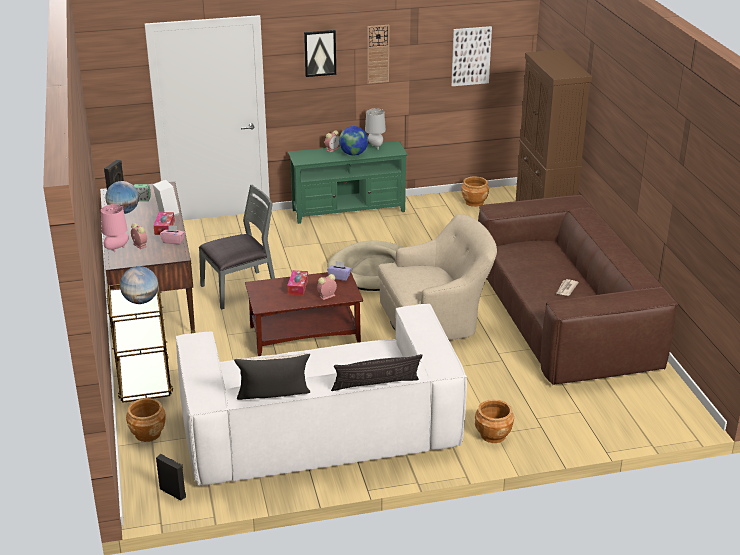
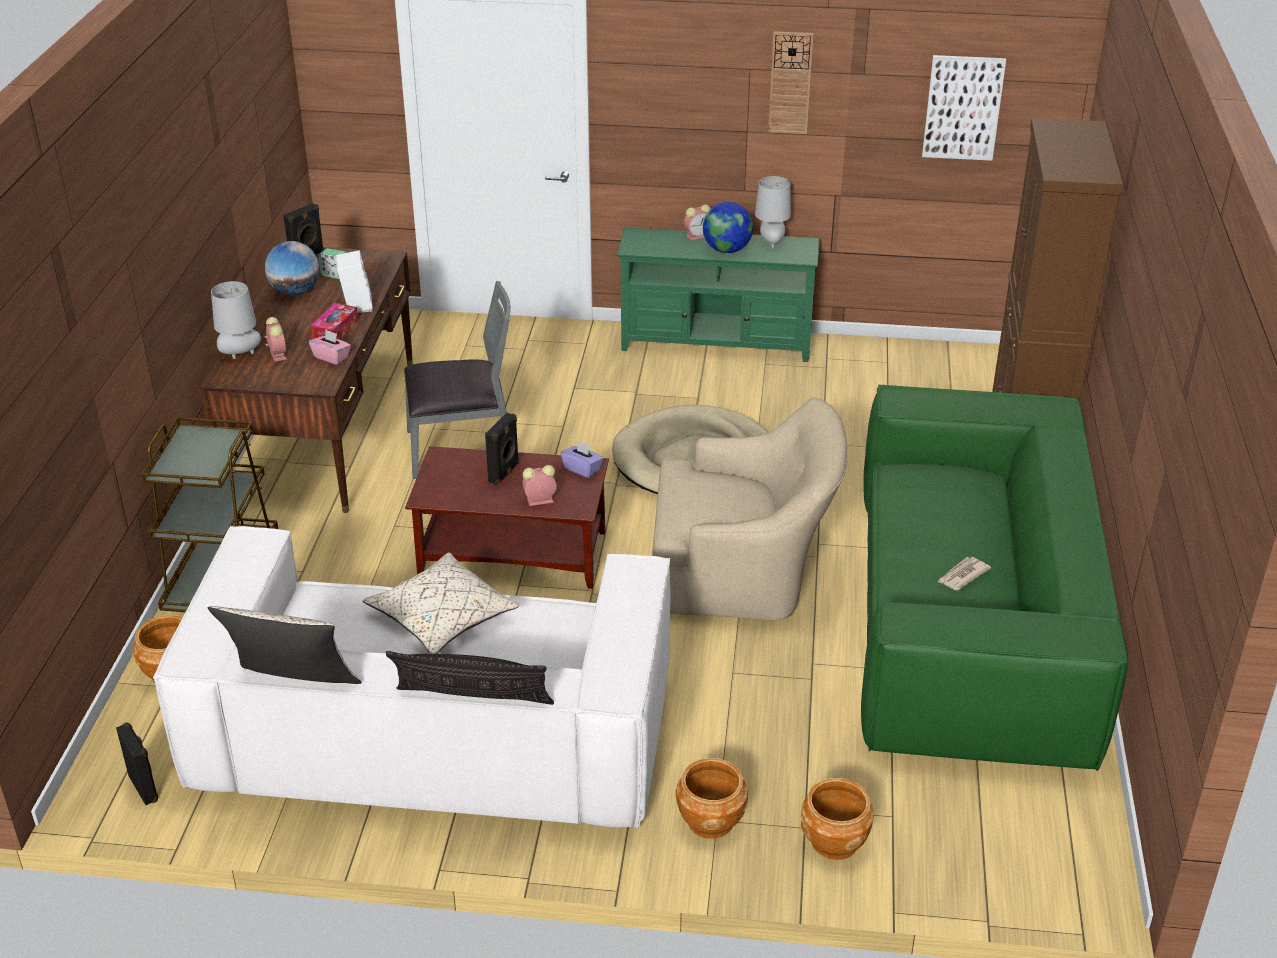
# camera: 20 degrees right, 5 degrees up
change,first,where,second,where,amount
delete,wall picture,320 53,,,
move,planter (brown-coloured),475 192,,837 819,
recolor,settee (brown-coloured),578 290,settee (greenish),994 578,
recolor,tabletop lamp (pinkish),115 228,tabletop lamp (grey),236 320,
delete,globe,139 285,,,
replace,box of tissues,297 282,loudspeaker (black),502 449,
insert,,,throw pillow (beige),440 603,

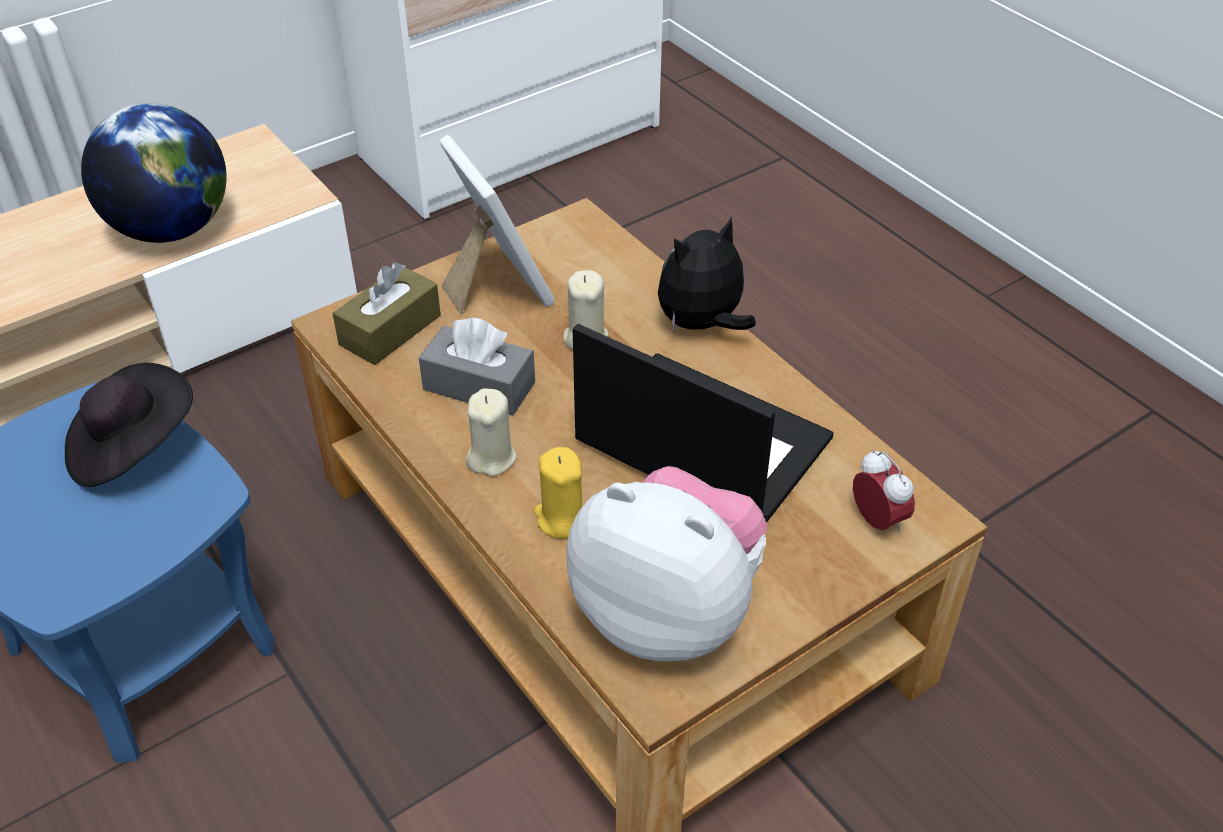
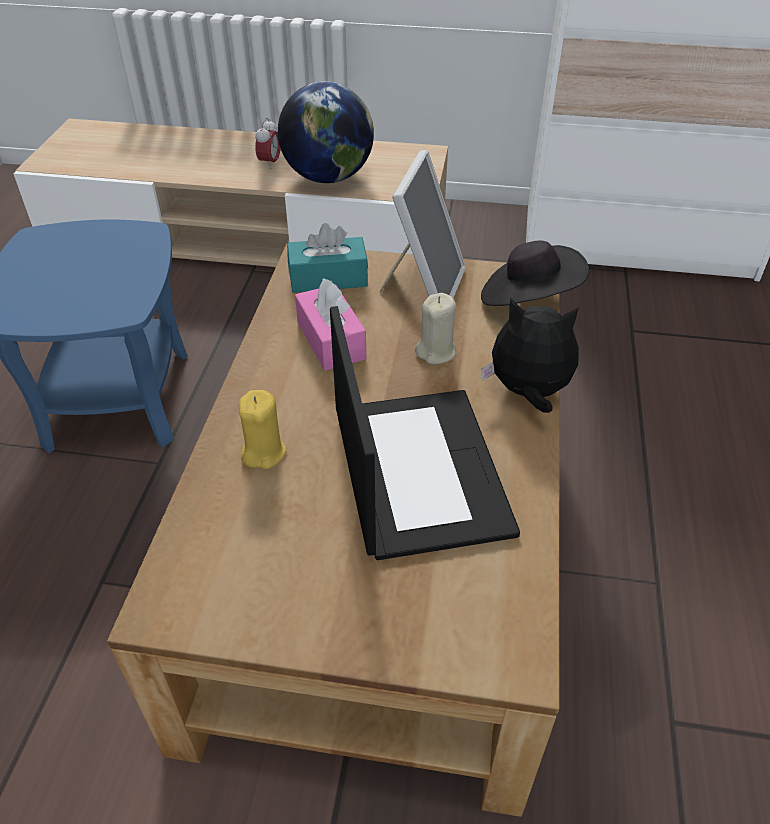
# camera: 45 degrees right, 0 degrees up
change,first,where,second,where,amount
recolor,box of tissues (brown-coloured),387 313,box of tissues (turquoise-coloured),327 258,
recolor,box of tissues (grey),477 367,box of tissues (pinkish),330 324,
move,clothing hat (black),129 425,,535 273,
delete,candle (beige),491 432,,,
move,table clock,884 491,,268 143,
delete,soft toy,667 563,,,

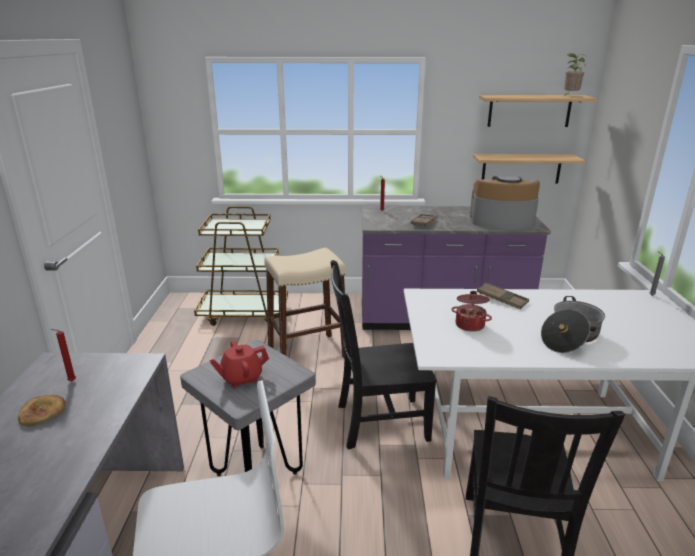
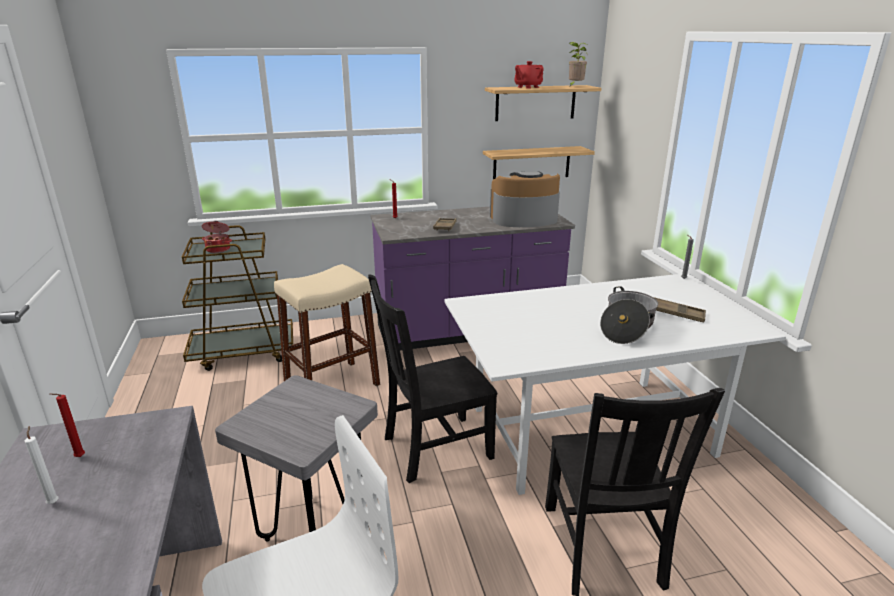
# camera: 15 degrees left, 0 degrees up
change,first,where,second,where,amount
move,tray (brown-coloured),503 296,,679 310,
move,stockpot,471 311,,217 237,
move,teapot (red-coloured),239 364,,529 75,
replace,bread,41 411,candle (white-coloured),42 465,

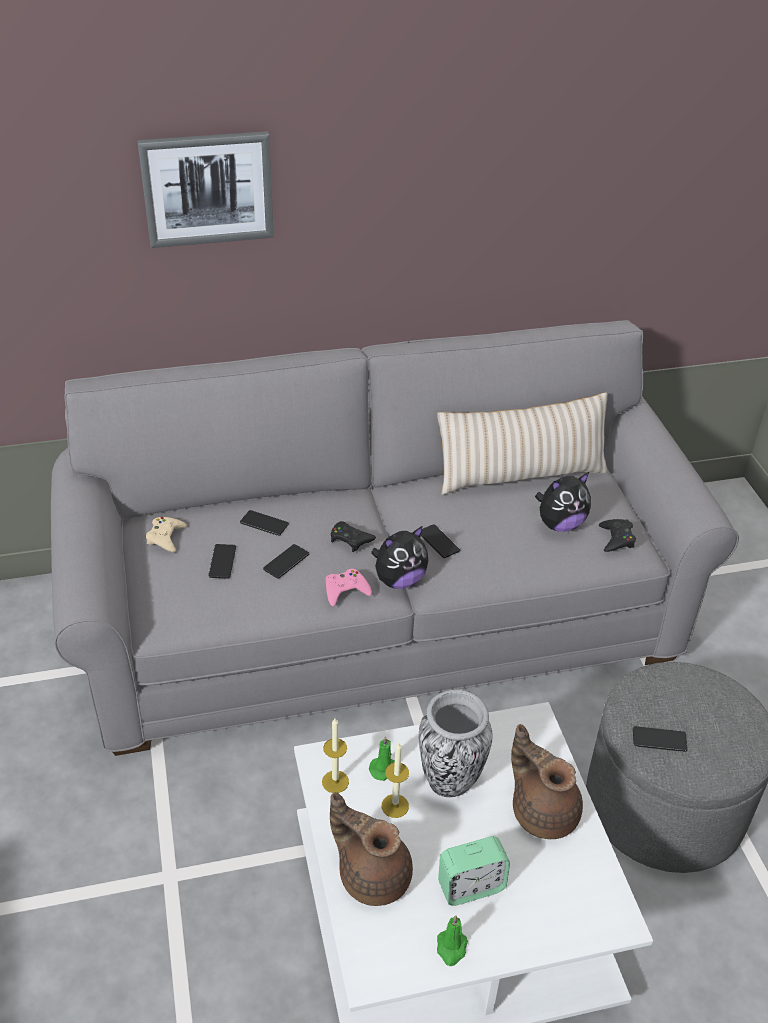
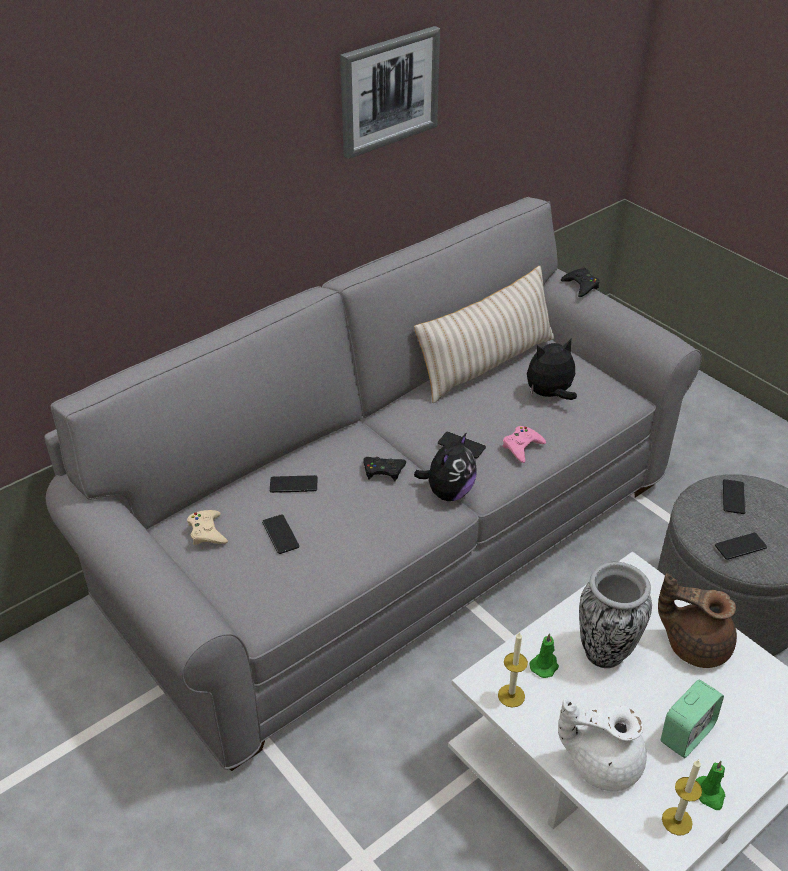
# camera: 25 degrees left, 0 degrees up
change,first,where,second,where,amount
move,wall picture,205 189,,390 92,
rotate,soft toy,563 502,,552 369,150 degrees counterclockwise
move,joypad (black),617 535,,580 282,
move,handset,286 561,,734 496,
move,joypad (pinkish),349 588,,524 444,
move,candle,395 780,,682 797,
recolor,teapot (brown-coloured),371 849,teapot (white-coloured),602 744,

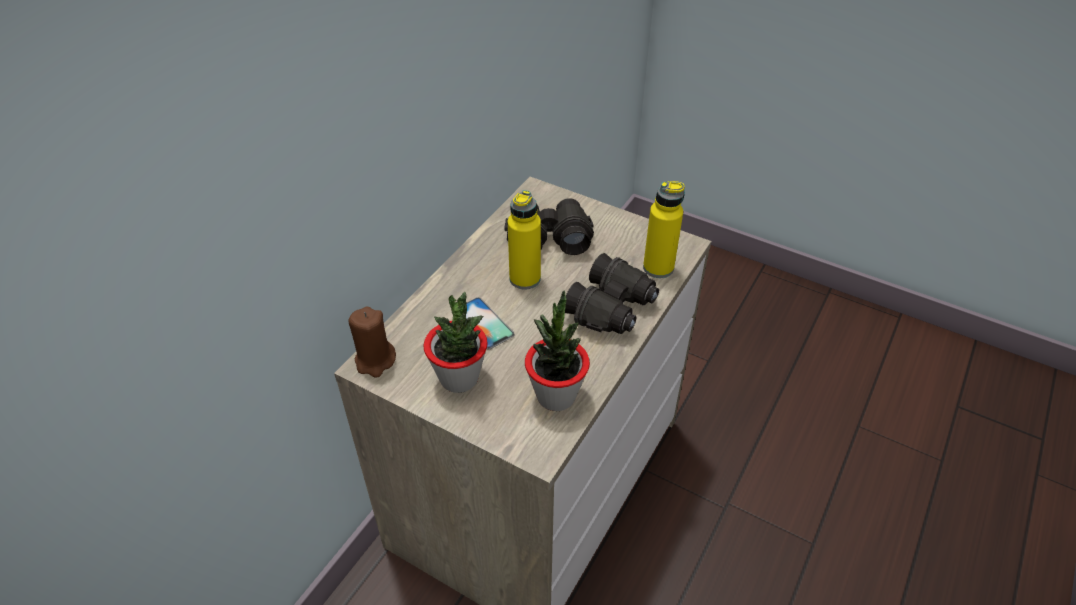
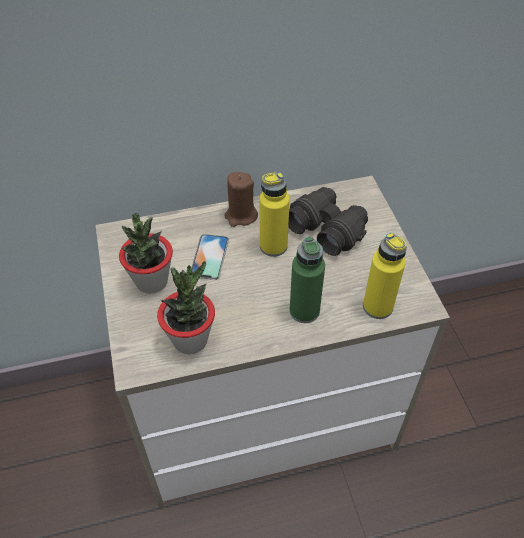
# camera: 45 degrees right, 5 degrees up
change,first,where,second,where,amount
replace,binoculars (black),612 293,drink bottle (greenish),307 280,
move,candle (brown-coloured),372 342,,241 199,

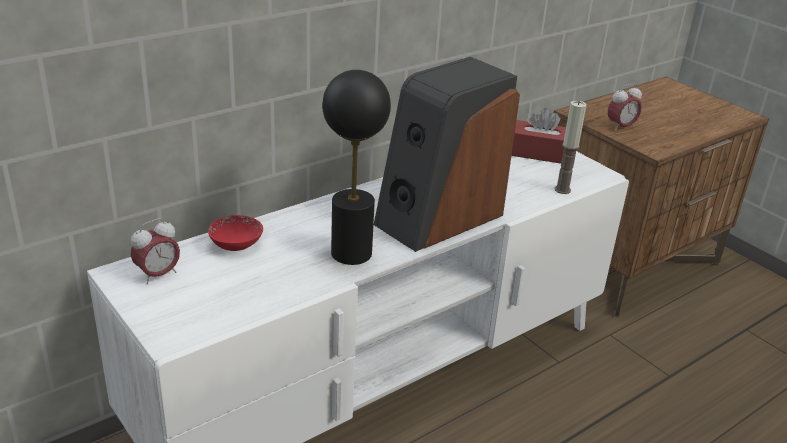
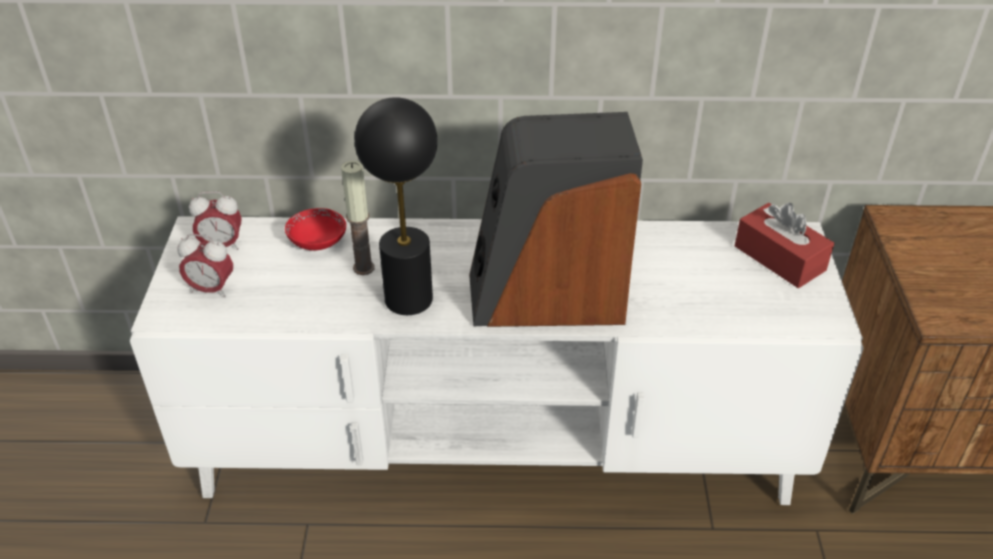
# camera: 40 degrees right, 10 degrees up
change,first,where,second,where,amount
move,table clock,625 107,,205 265,
move,candle,570 147,,358 218,

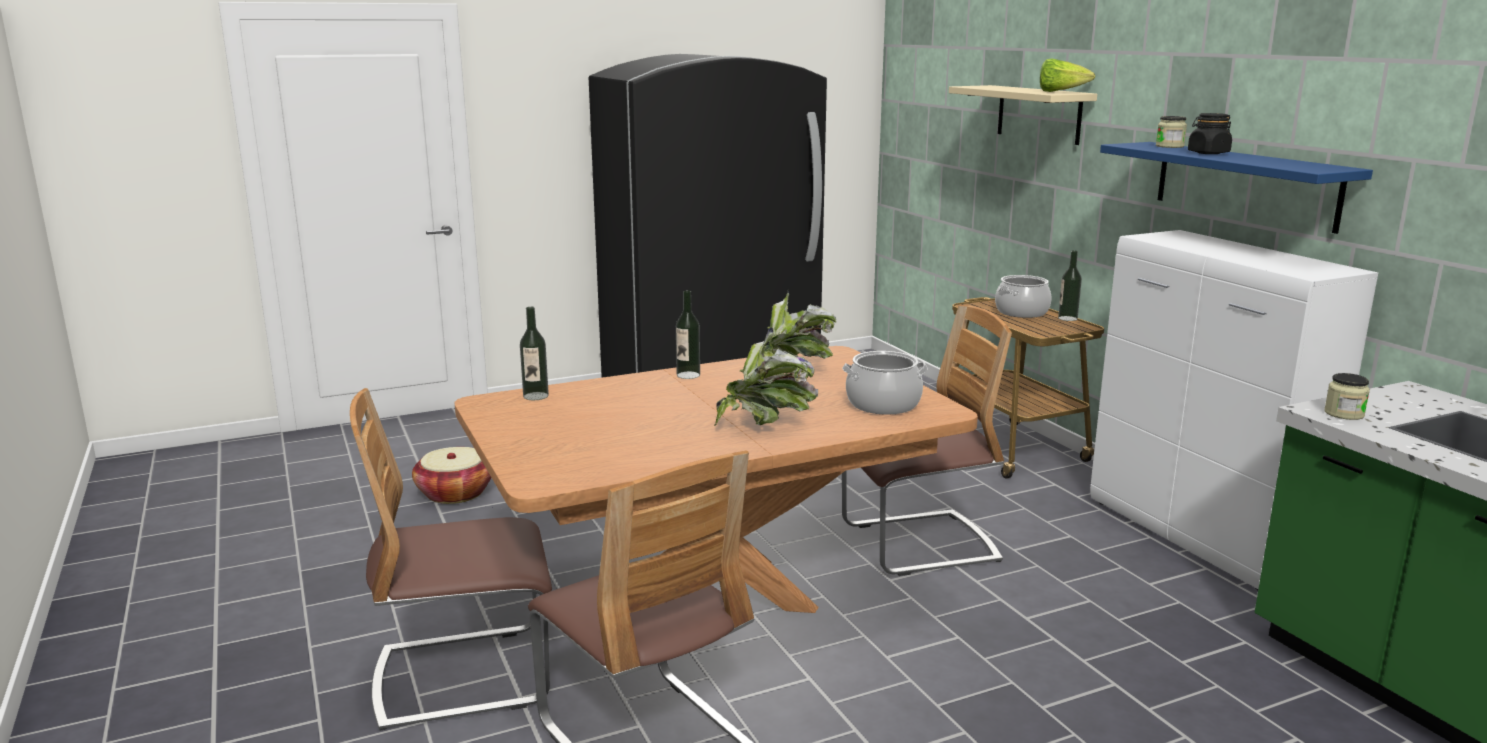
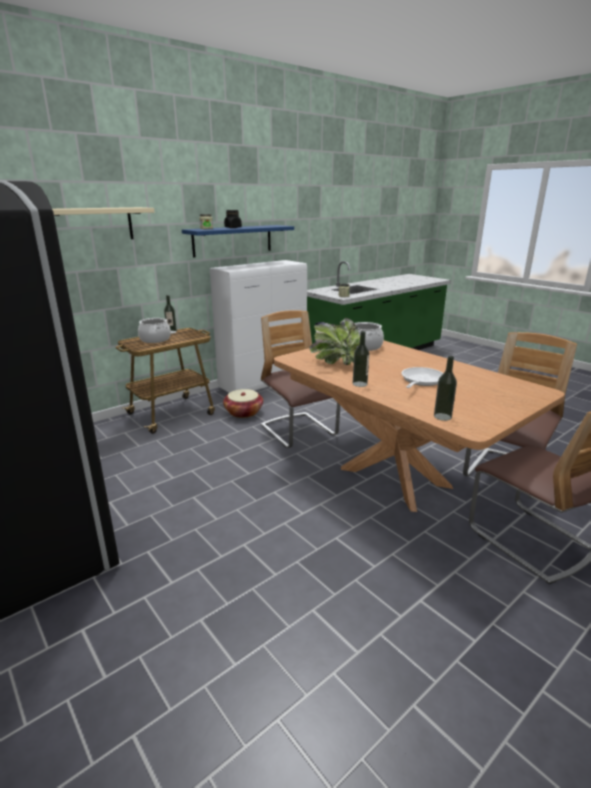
# camera: 105 degrees left, 5 degrees up
change,first,where,second,where,amount
delete,lettuce,1067 75,,,
delete,houseplant,766 376,,,
move,basket,451 475,,243 403,
insert,,,pan,422 377,

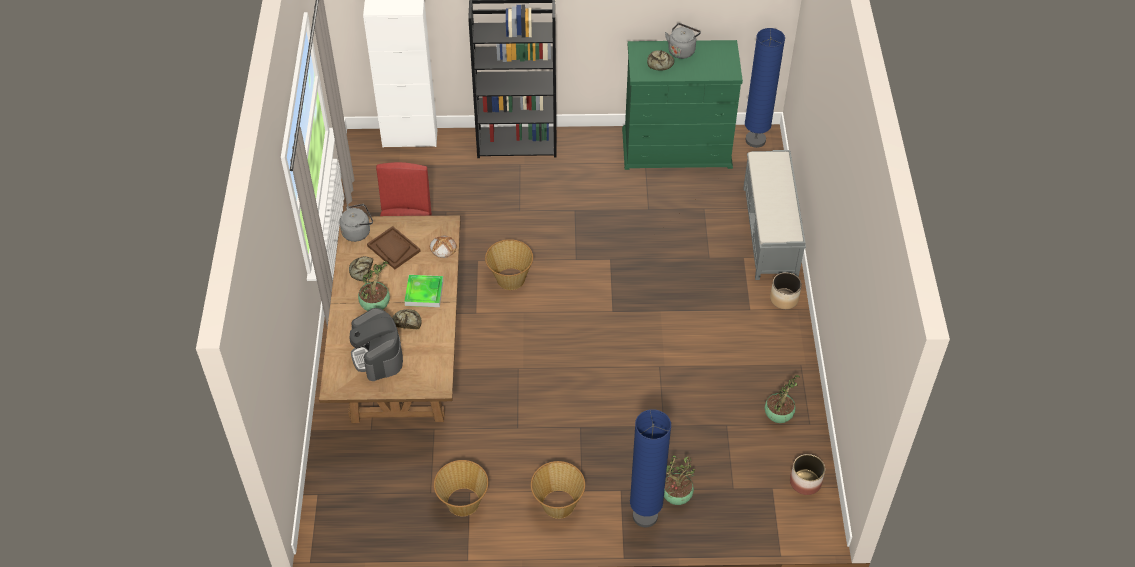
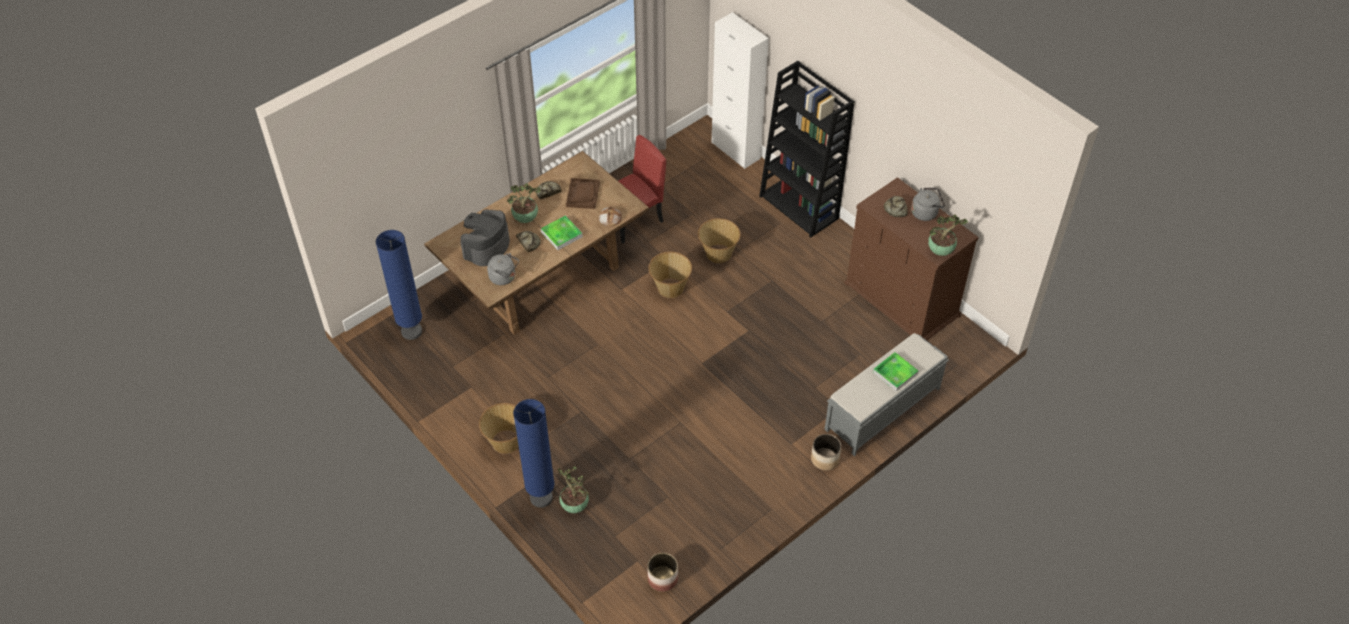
# camera: 50 degrees right, 0 degrees up
change,first,where,second,where,amount
move,standard lamp (bluish),765 88,,399 285,
recolor,chest of drawers (greenish),682 105,chest of drawers (brown-coloured),911 259,
move,water kettle (grey),356 223,,503 269,
move,houseplant,782 399,,948 235,
move,basket,461 488,,719 240,
insert,,,tray,895 371,

